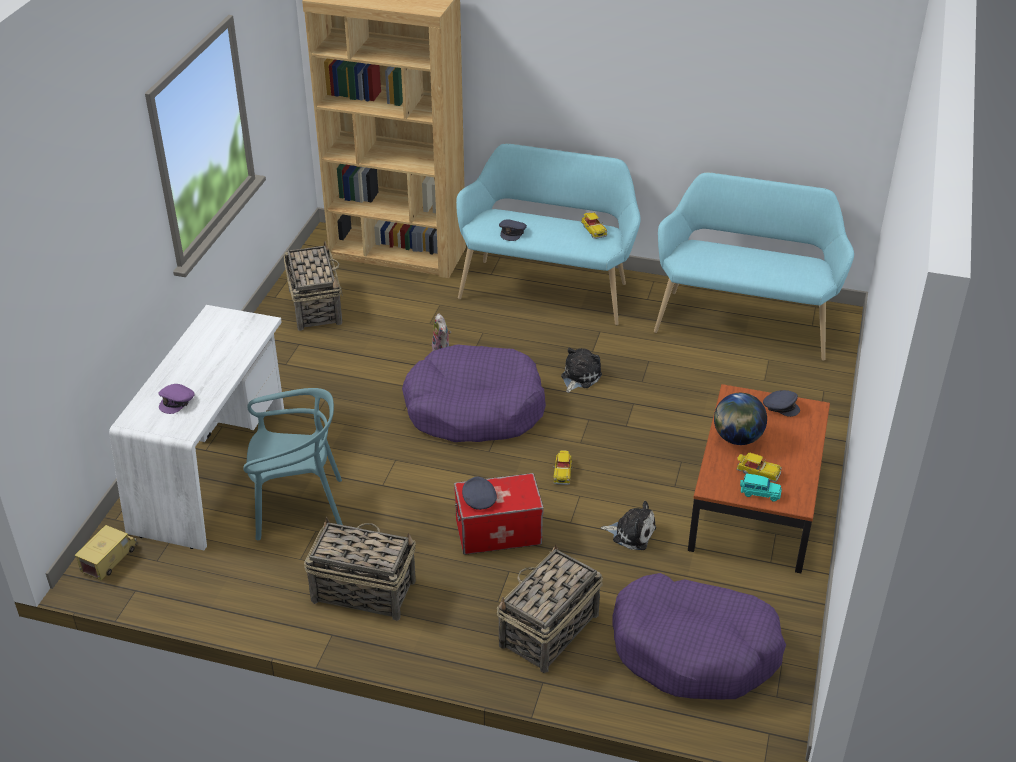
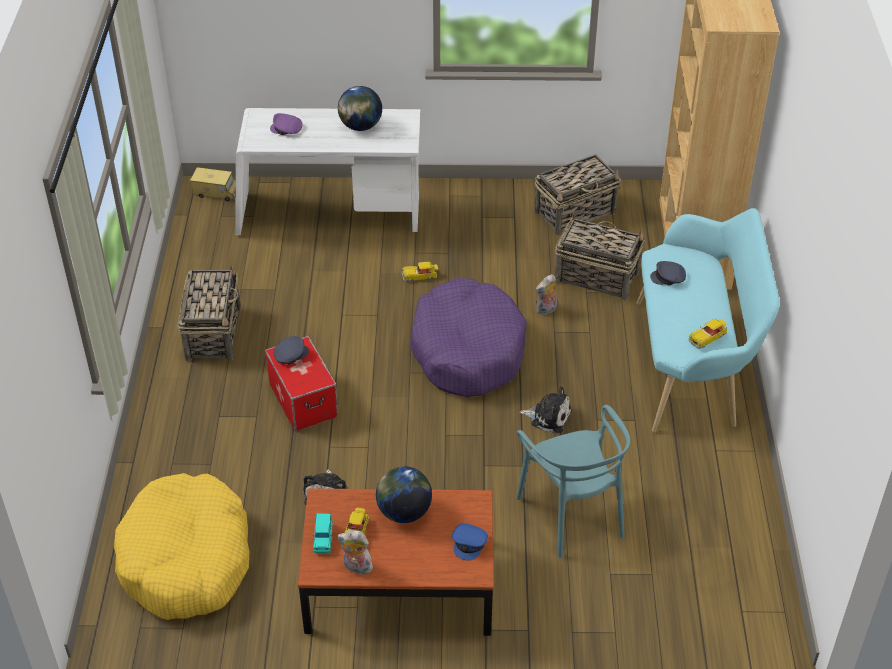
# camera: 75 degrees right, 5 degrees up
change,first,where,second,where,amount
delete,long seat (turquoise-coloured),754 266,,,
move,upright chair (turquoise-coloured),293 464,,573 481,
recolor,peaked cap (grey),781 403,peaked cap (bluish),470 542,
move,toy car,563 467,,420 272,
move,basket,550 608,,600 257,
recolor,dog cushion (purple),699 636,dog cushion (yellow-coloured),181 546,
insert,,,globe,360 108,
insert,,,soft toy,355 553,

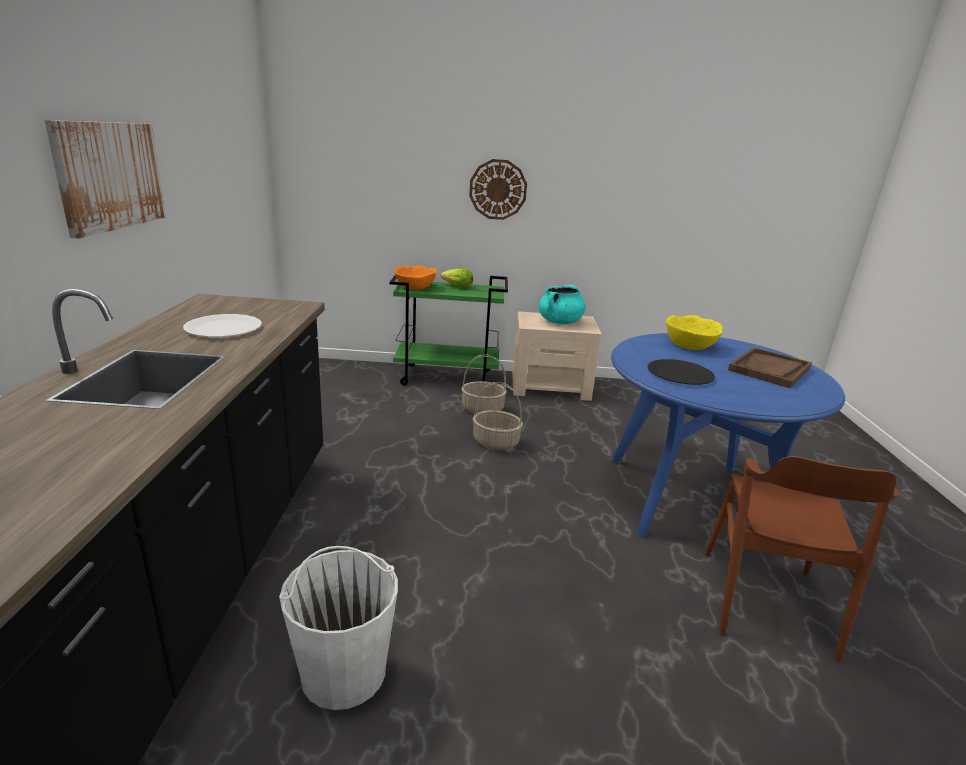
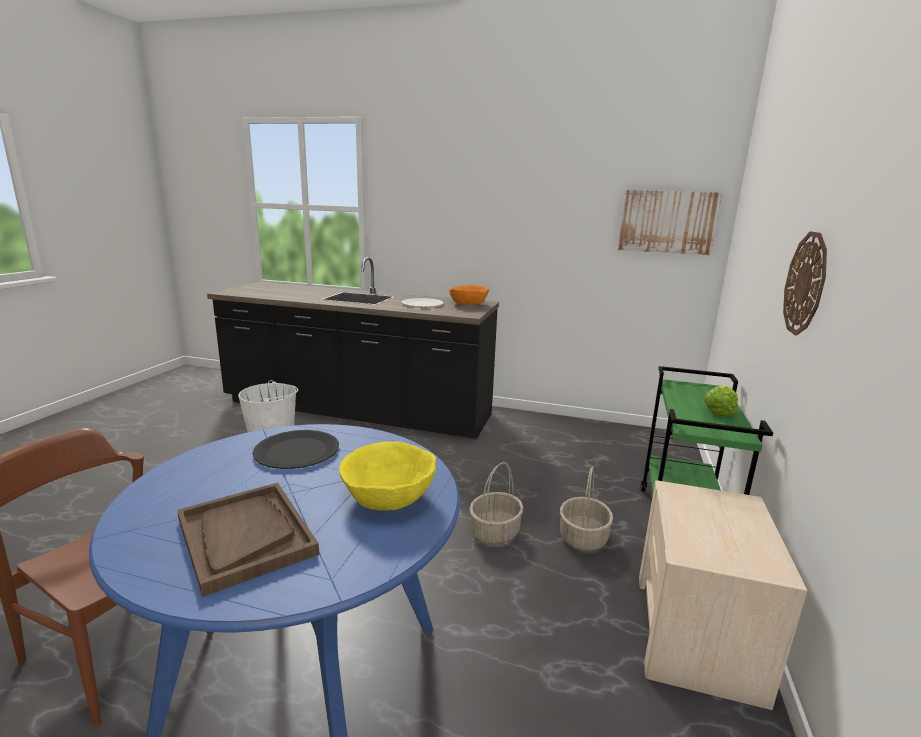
# camera: 105 degrees right, 5 degrees down
change,first,where,second,where,amount
move,wall picture,105 179,,670 222,
move,deep dish (orangey),415 278,,469 295,
delete,stockpot (turquoise-coloured),562 304,,,

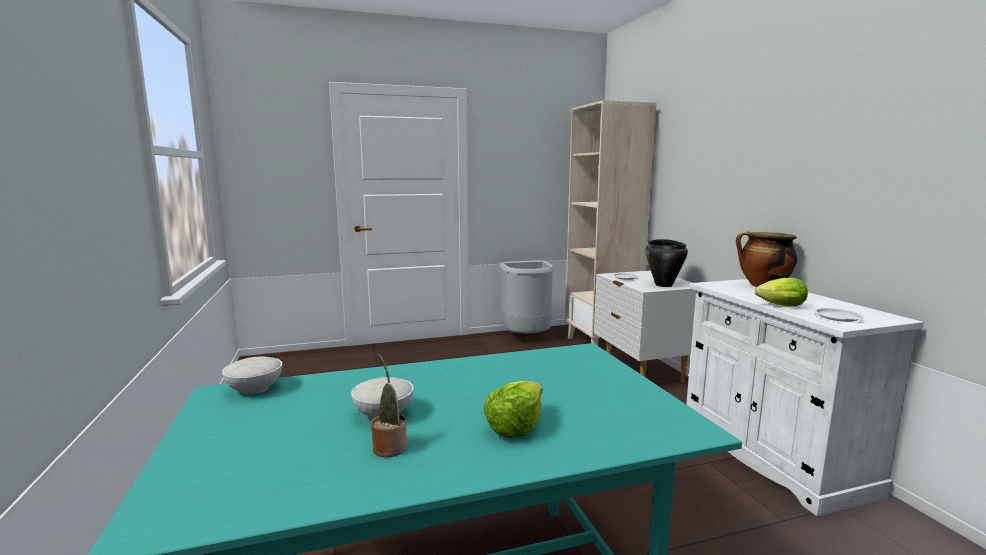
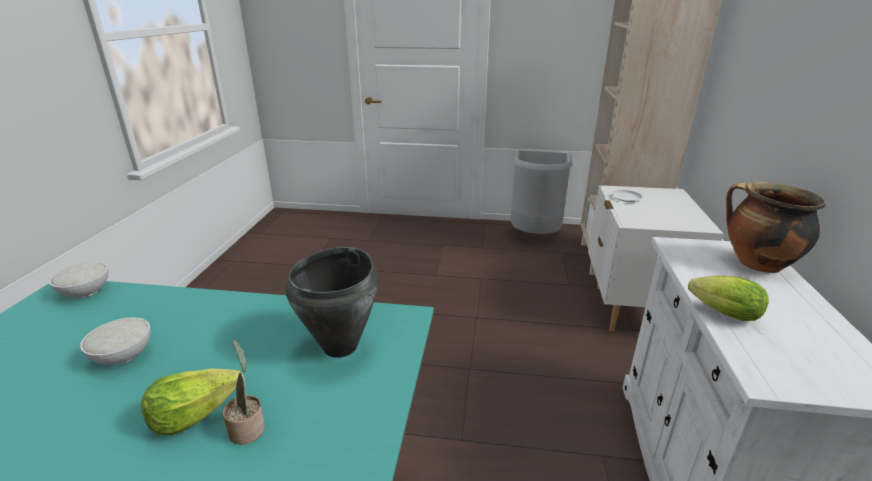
# camera: 25 degrees right, 15 degrees up
change,first,where,second,where,amount
move,stockpot (black),666 263,,332 302,
delete,dinner plate (white-coloured),839 315,,,
move,houseplant,389 405,,244 392,

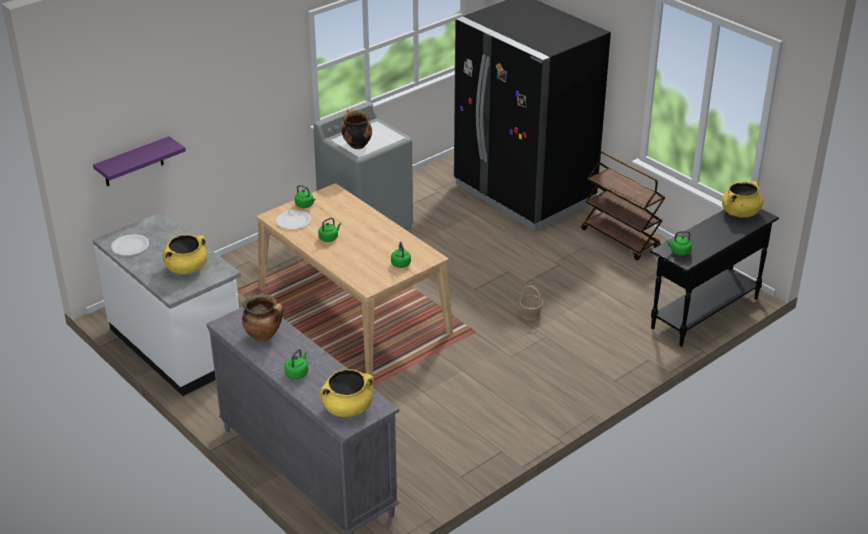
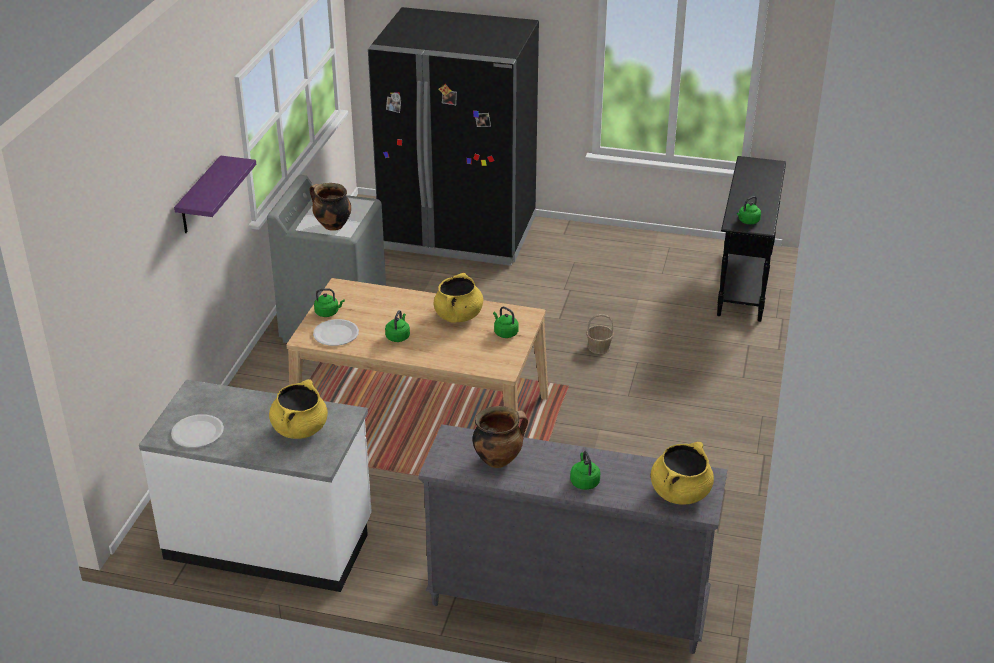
# camera: 35 degrees left, 0 degrees up
change,first,where,second,where,amount
move,bracket shelf (purple),139 161,,215 194,
delete,wheeled cart (brown-coloured),623 205,,,
move,stockpot (yellow-coloured),742 199,,458 298,

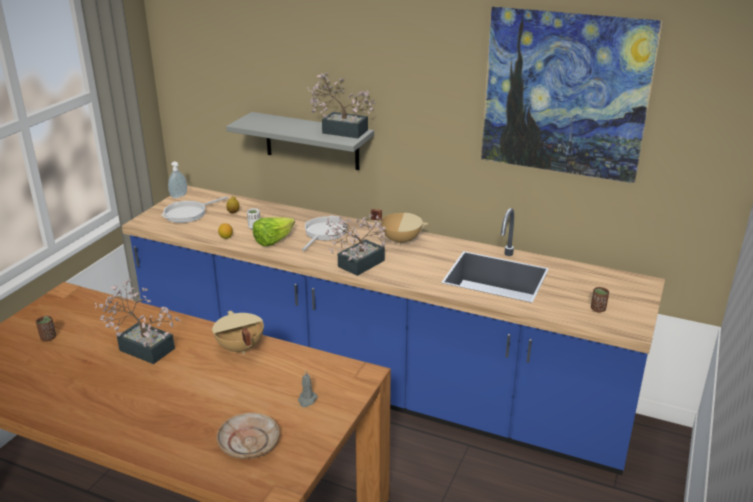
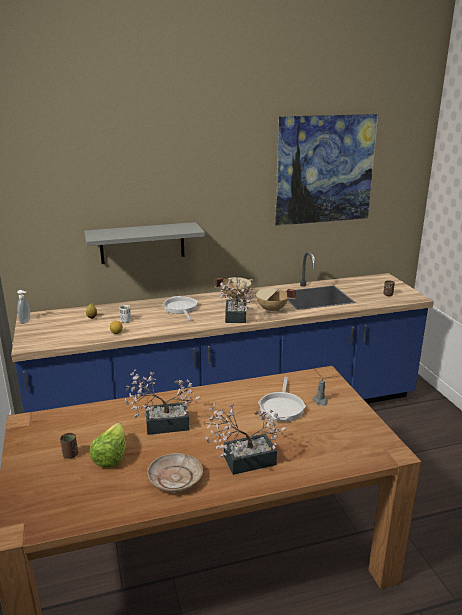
# camera: 40 degrees left, 5 degrees down
change,first,where,second,where,amount
move,houseplant,341 105,,246 439,
move,pan,194 209,,282 399,
move,lettuce,274 231,,107 445,
move,stockpot (beige),238 332,,274 300,
move,dinner plate (beige),248 436,,175 472,

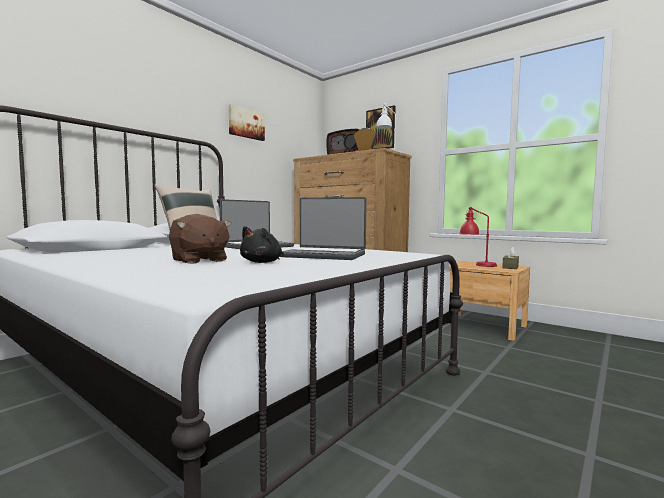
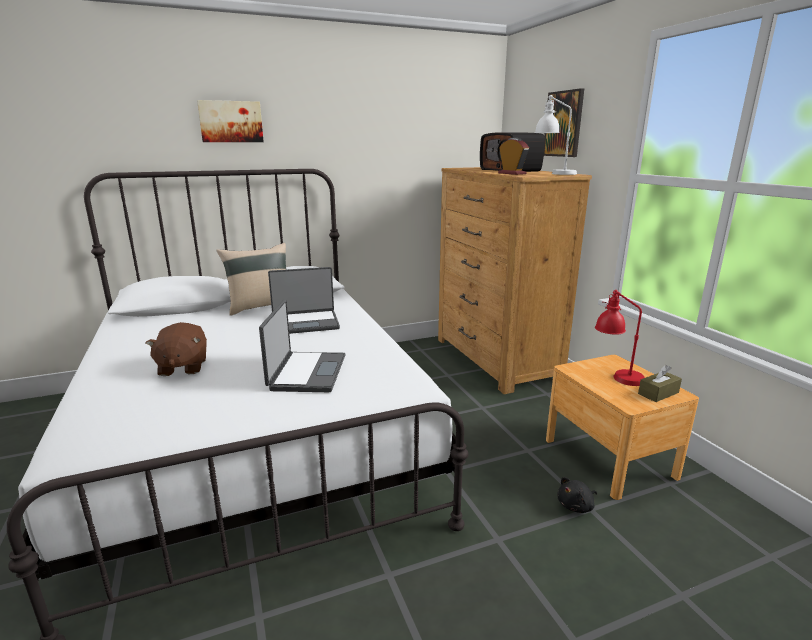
# camera: 30 degrees right, 15 degrees up
change,first,where,second,where,amount
move,wall picture,247 122,,230 121,
rotate,notebook computer,323 228,,302 346,135 degrees counterclockwise
move,soft toy (black),262 244,,577 495,

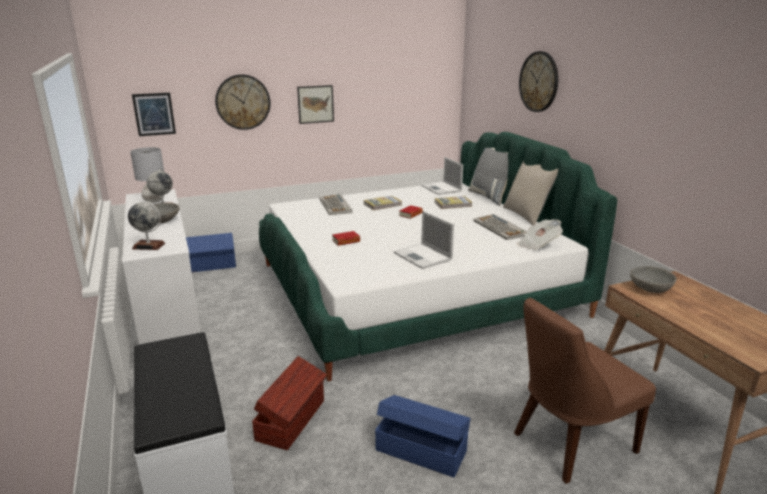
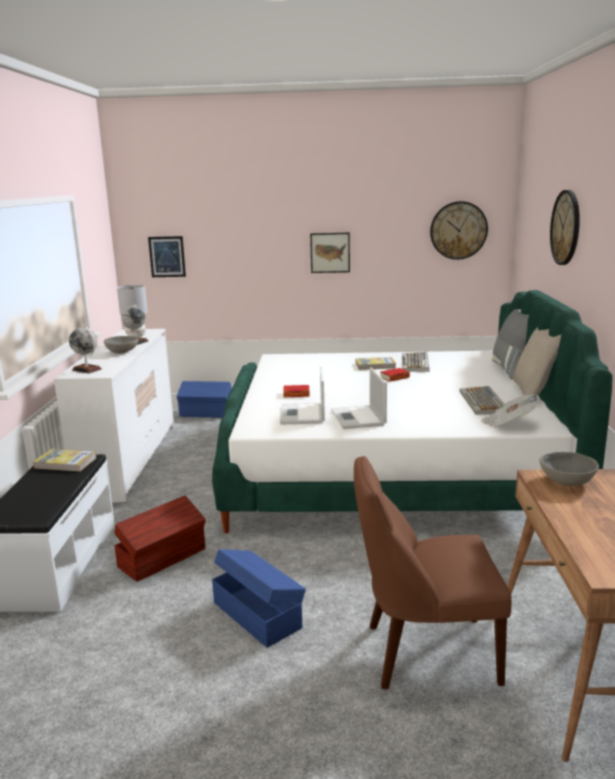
# camera: 25 degrees right, 5 degrees down
change,first,where,second,where,amount
move,wall clock,243 102,,459 230,
move,notebook computer,442 176,,302 395,
move,keyboard,335 204,,416 362,
move,bound book,454 202,,64 460,

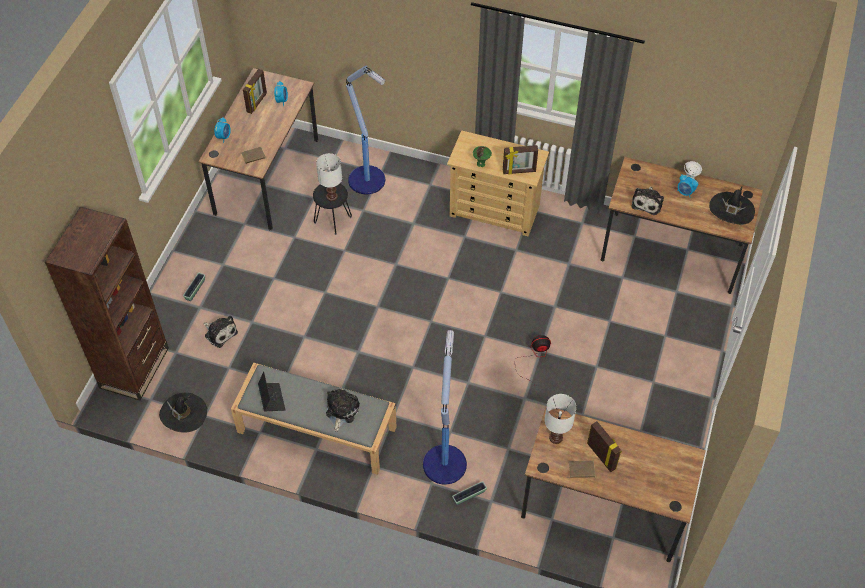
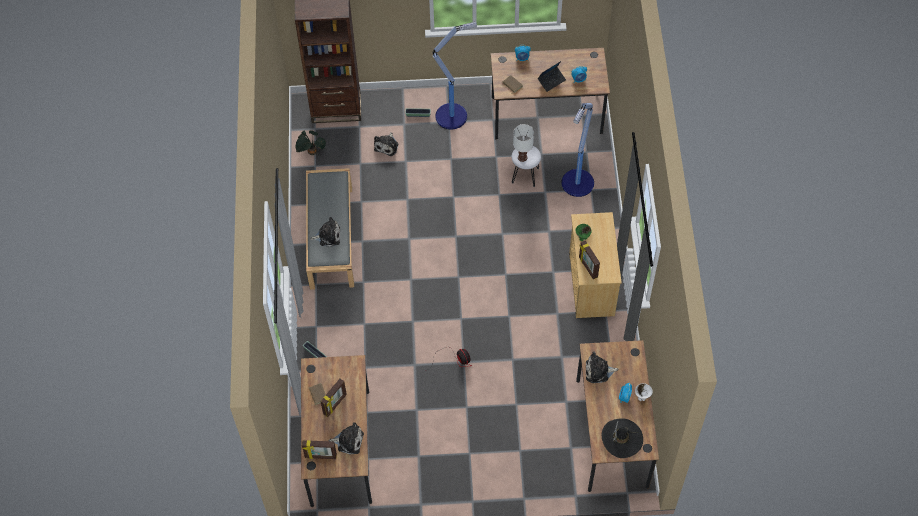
# camera: 70 degrees right, 5 degrees up
change,first,where,second,where,amount
move,picture frame,255 91,,319 449,
recolor,stool (black),332 209,stool (white-coloured),526 166,
move,standard lamp,445 407,,455 76,
move,notebook computer,271 391,,552 76,
replace,clothing hat (black),183 412,houseplant,311 142,
delete,tabletop lamp (white-coloured),560 419,,,
insert,,,soft toy,346 438,

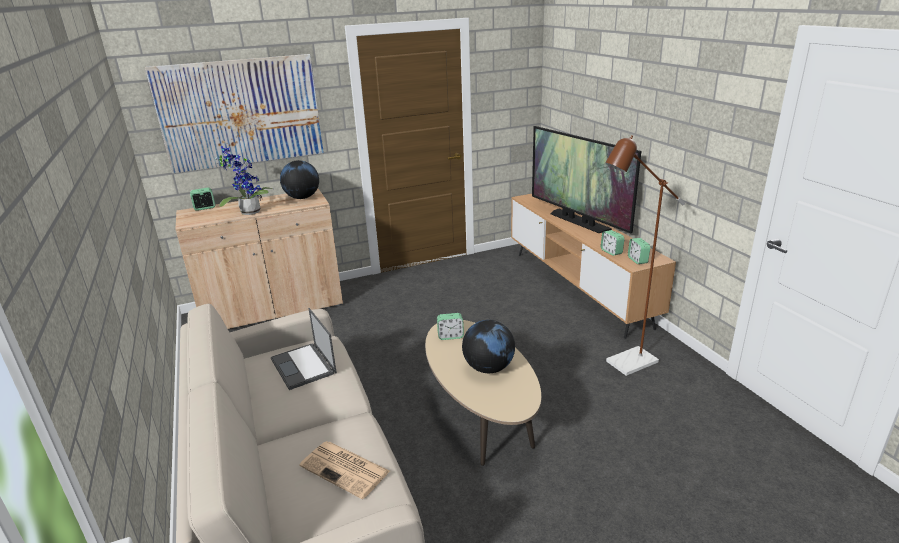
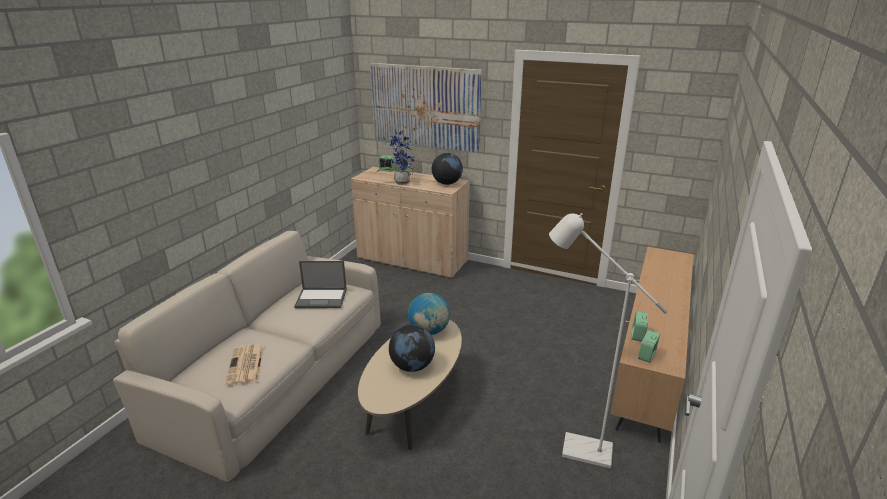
# camera: 45 degrees right, 0 degrees up
change,first,where,second,where,amount
delete,TV,586 179,,,
recolor,standard lamp (brown-coloured),645 255,standard lamp (white-coloured),608 341,
rotate,notebook computer,304 349,,320 284,105 degrees counterclockwise
replace,table clock,450 326,globe,429 314,

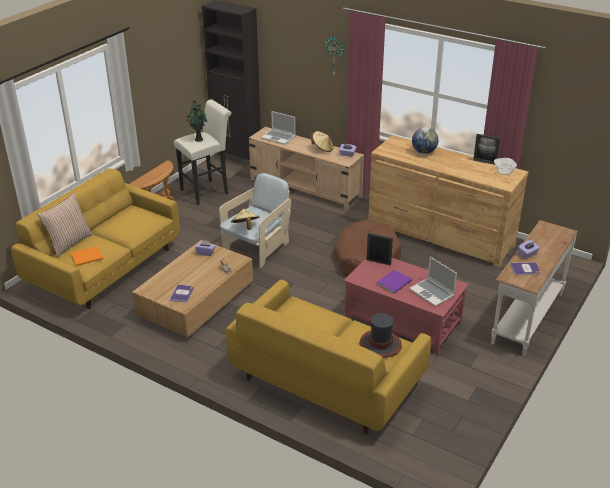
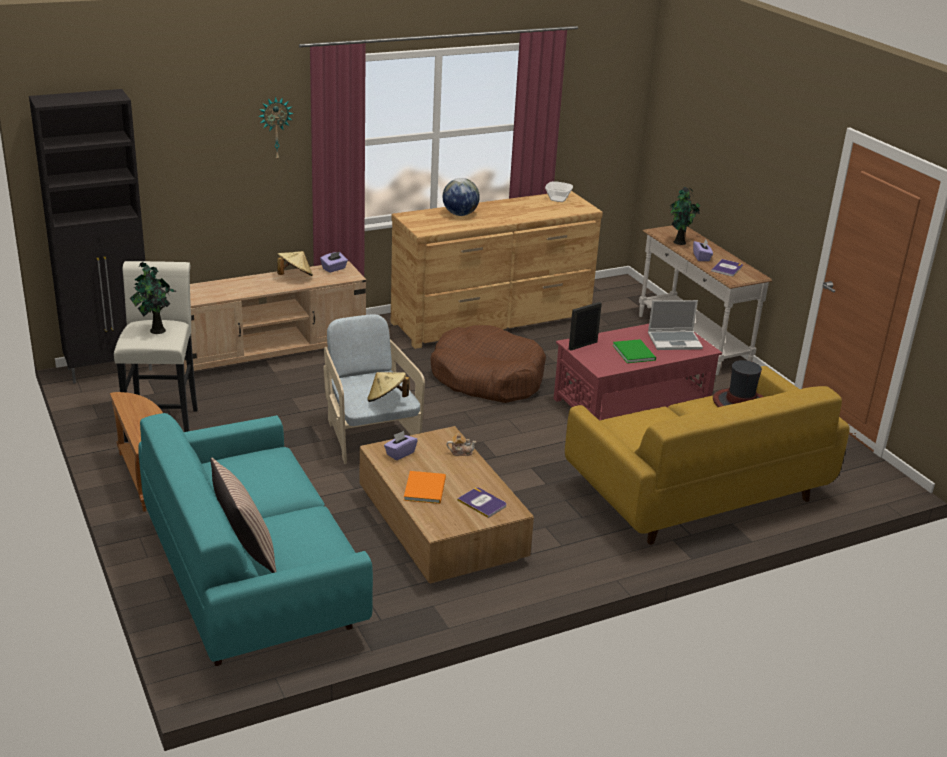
# camera: 60 degrees left, 5 degrees down
change,first,where,second,where,amount
delete,notebook computer,278 128,,,
delete,picture frame,486 149,,,
recolor,settee (yellow-coloured),95 238,settee (turquoise-coloured),255 539,
move,bound book (orangey),87 256,,425 487,
recolor,bound book (purple),394 282,bound book (greenish),634 351,
insert,,,houseplant,685 215,

